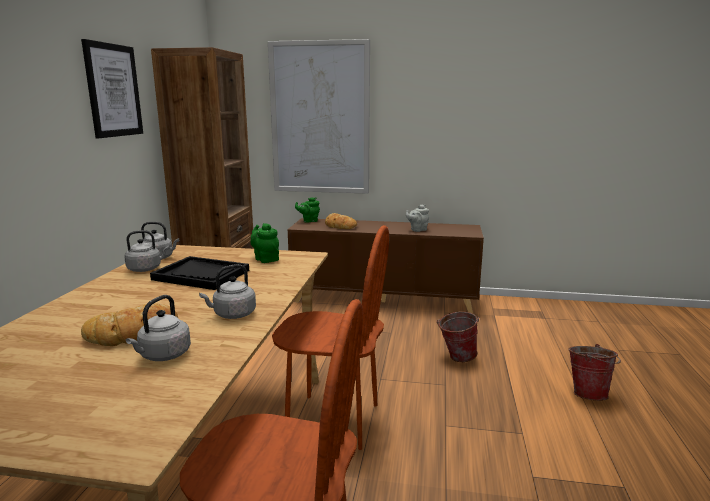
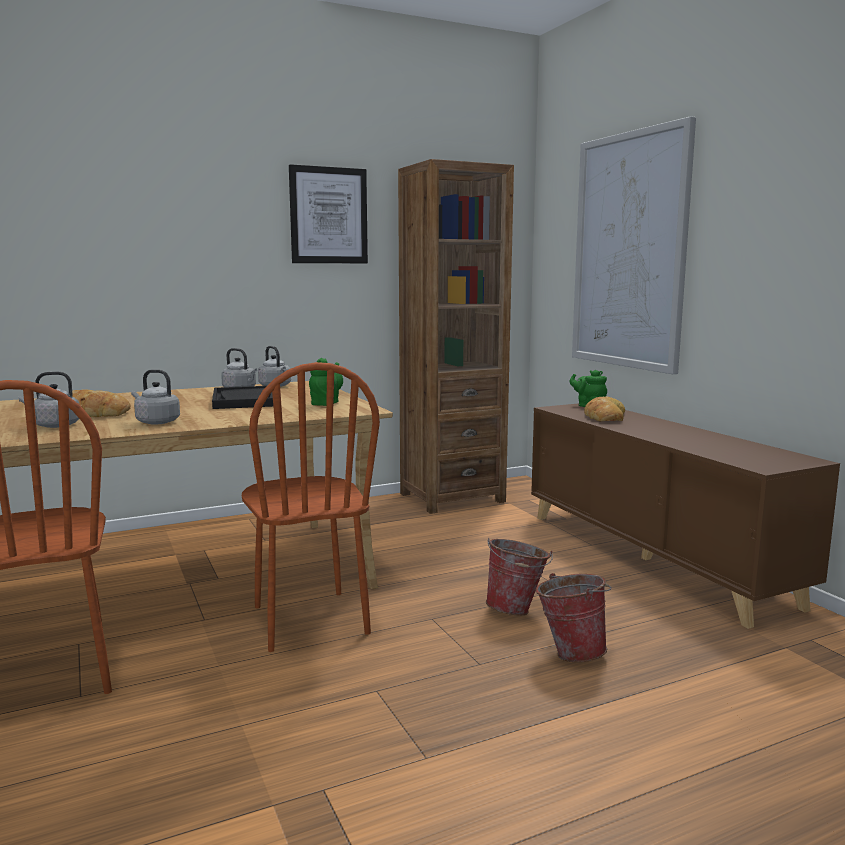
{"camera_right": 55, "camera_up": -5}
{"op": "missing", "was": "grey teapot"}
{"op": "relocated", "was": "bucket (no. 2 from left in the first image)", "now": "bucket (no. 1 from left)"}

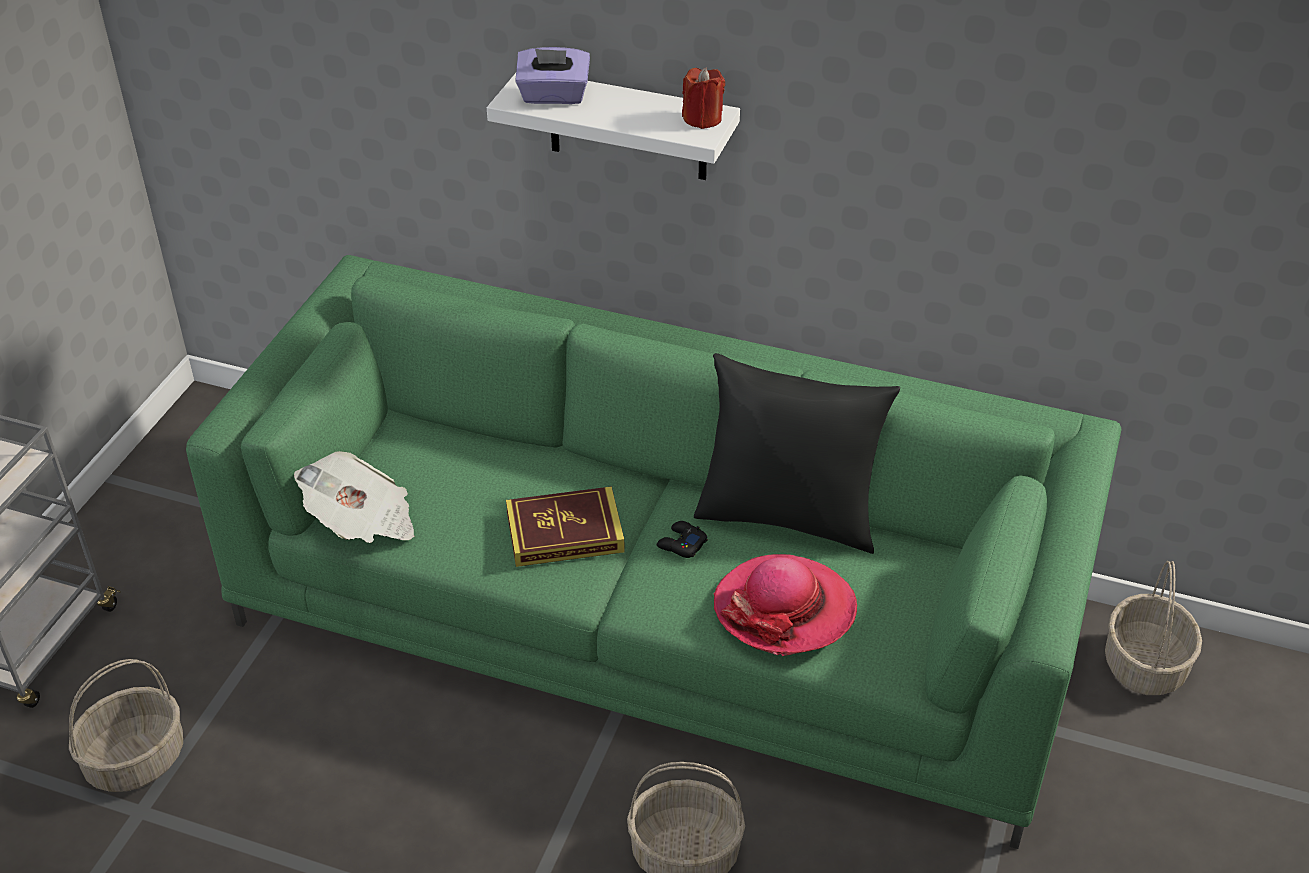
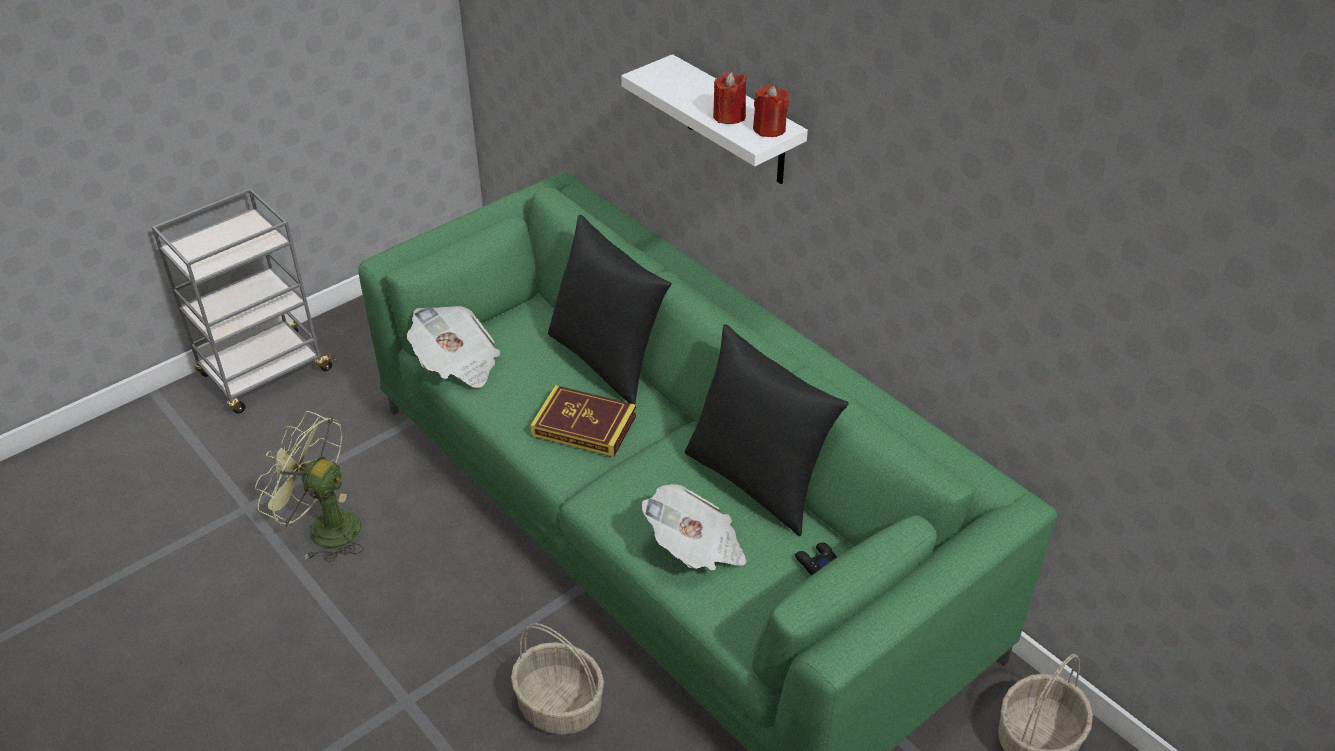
{"camera_right": 30, "camera_up": 0}
{"op": "missing", "was": "purple tissue box"}
{"op": "relocated", "was": "black game controller"}
{"op": "exchanged", "was": "hat", "now": "newspaper (no. 2 from left)"}
{"op": "missing", "was": "basket (no. 1 from left)"}
{"op": "appeared", "now": "red candle (no. 1 from left)"}
{"op": "appeared", "now": "black pillow (no. 1 from left)"}
{"op": "appeared", "now": "green fan"}

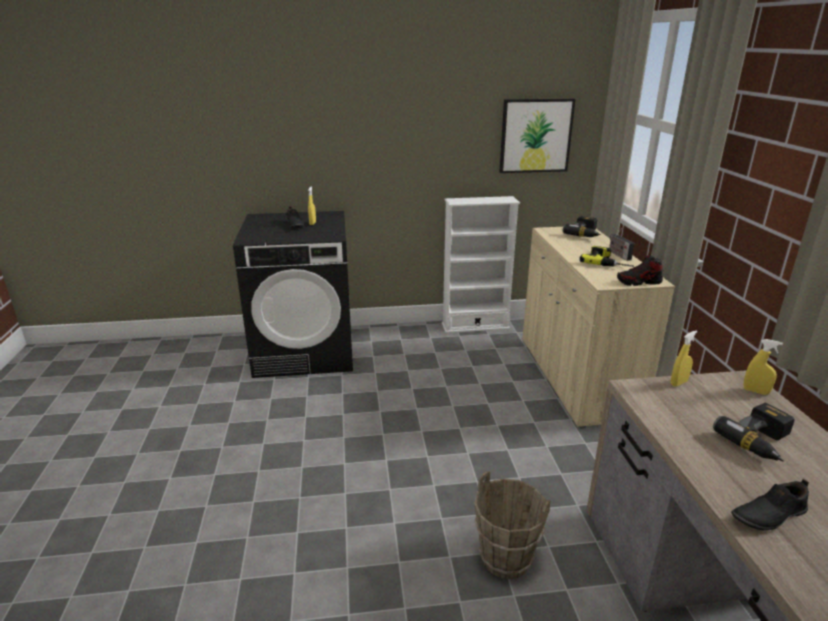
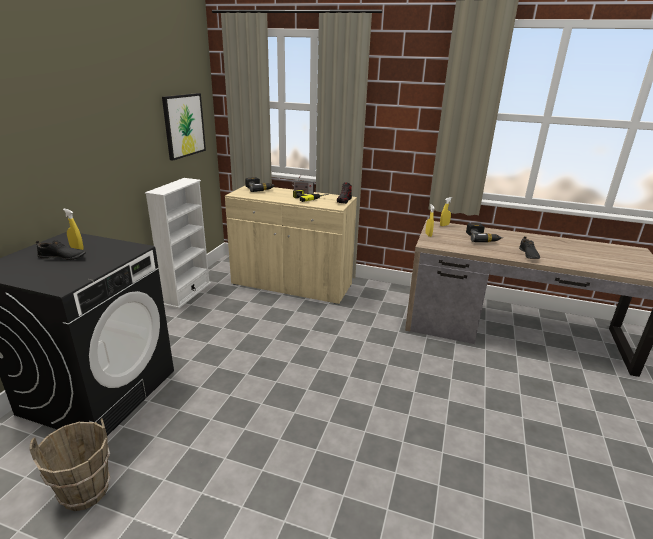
{"camera_right": -65, "camera_up": 0}
{"op": "relocated", "was": "brown bucket"}

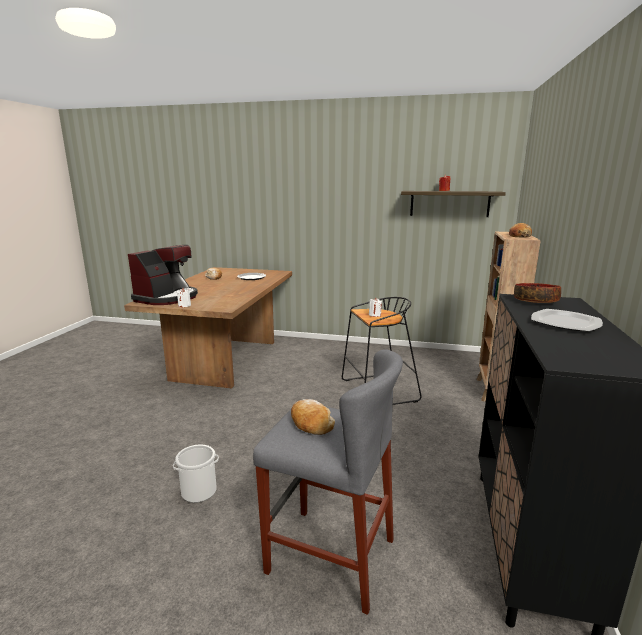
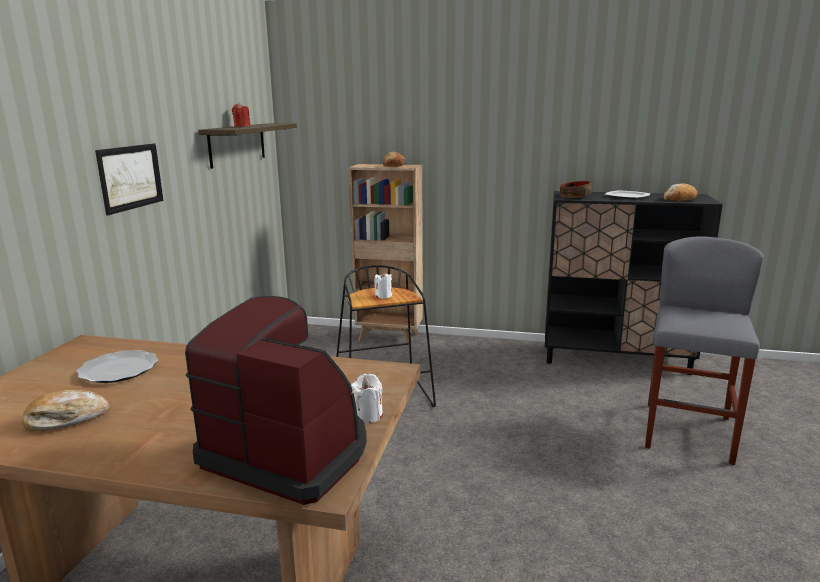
{"camera_right": -90, "camera_up": 0}
{"op": "relocated", "was": "bread (no. 2 from left in the first image)", "now": "bread (no. 3 from left)"}
{"op": "missing", "was": "bucket"}
{"op": "appeared", "now": "picture"}

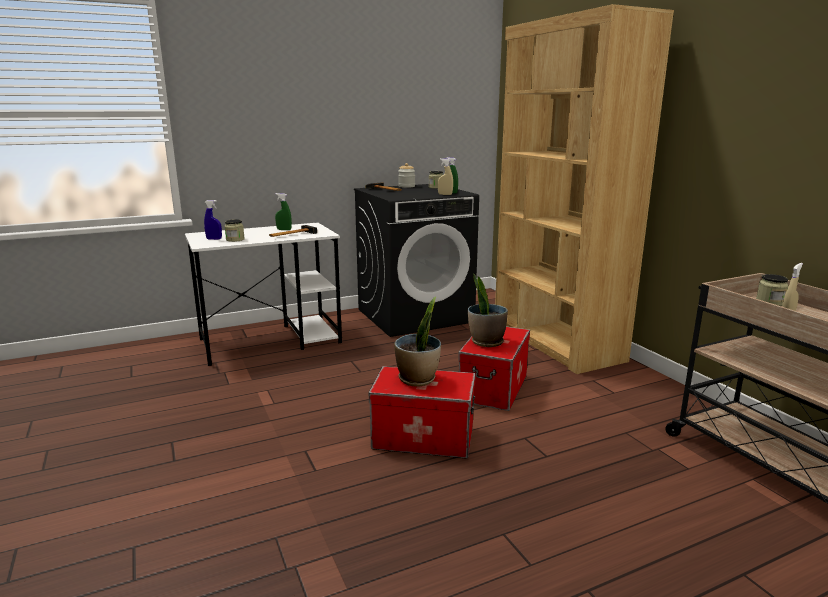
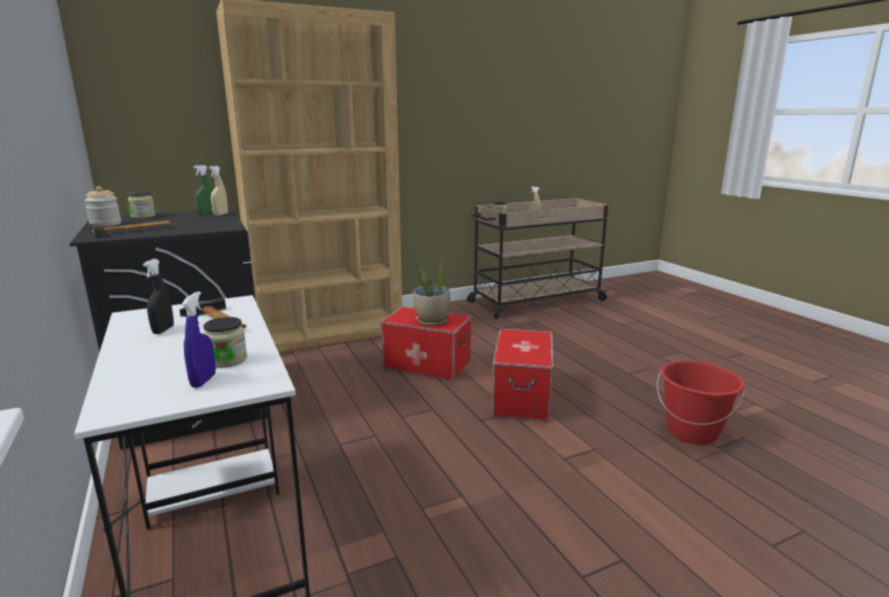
{"camera_right": -90, "camera_up": 0}
{"op": "colour", "was": "green spray bottle (no. 1 from left)", "now": "black spray bottle"}
{"op": "missing", "was": "potted plant (no. 1 from left)"}
{"op": "appeared", "now": "red bucket"}

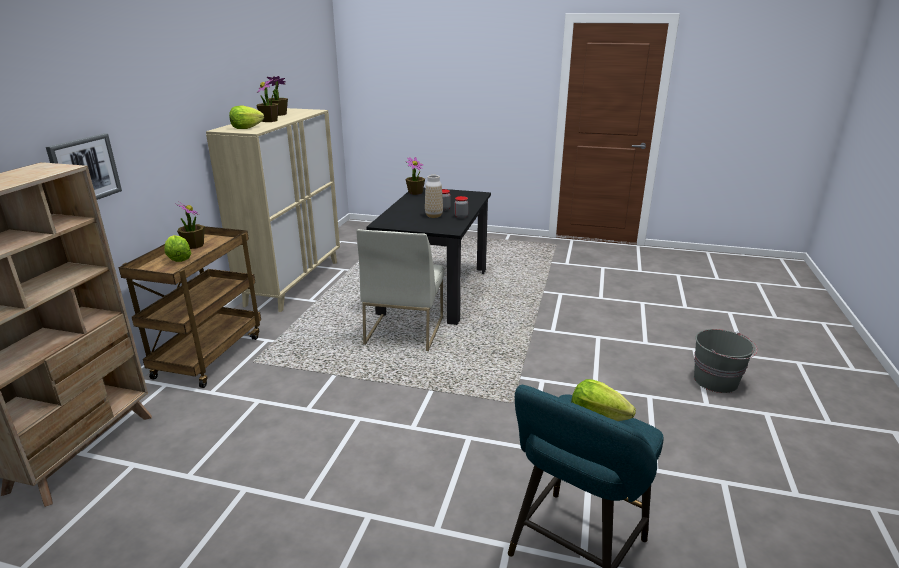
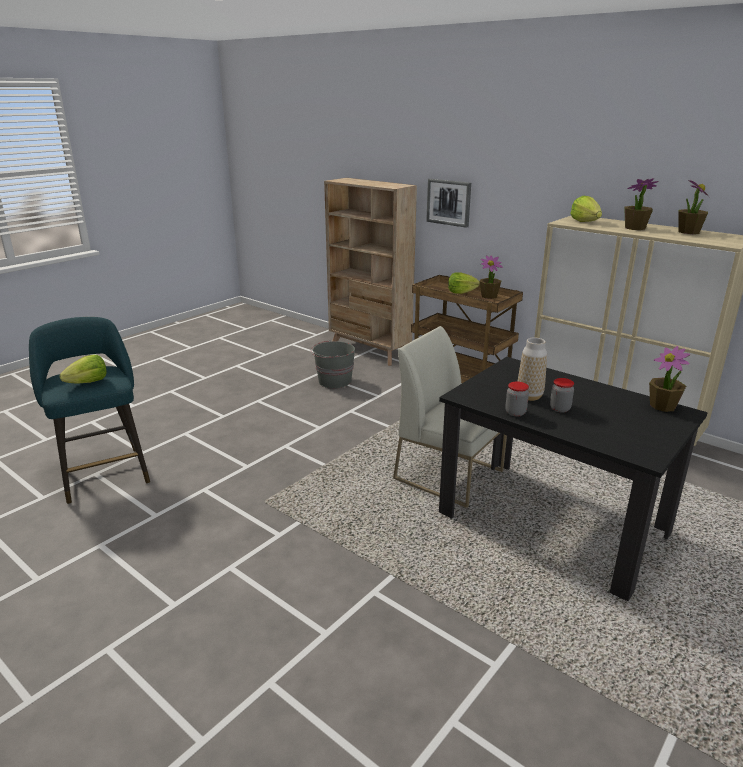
{"camera_right": 115, "camera_up": 0}
{"op": "relocated", "was": "grey bucket"}

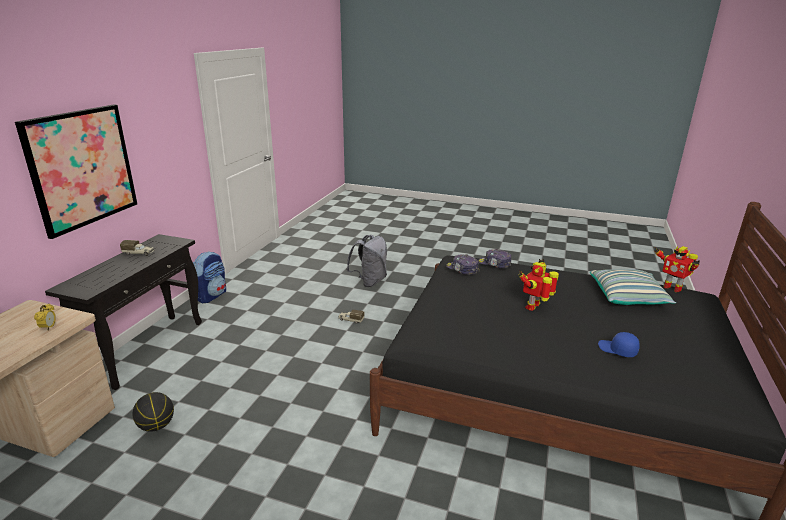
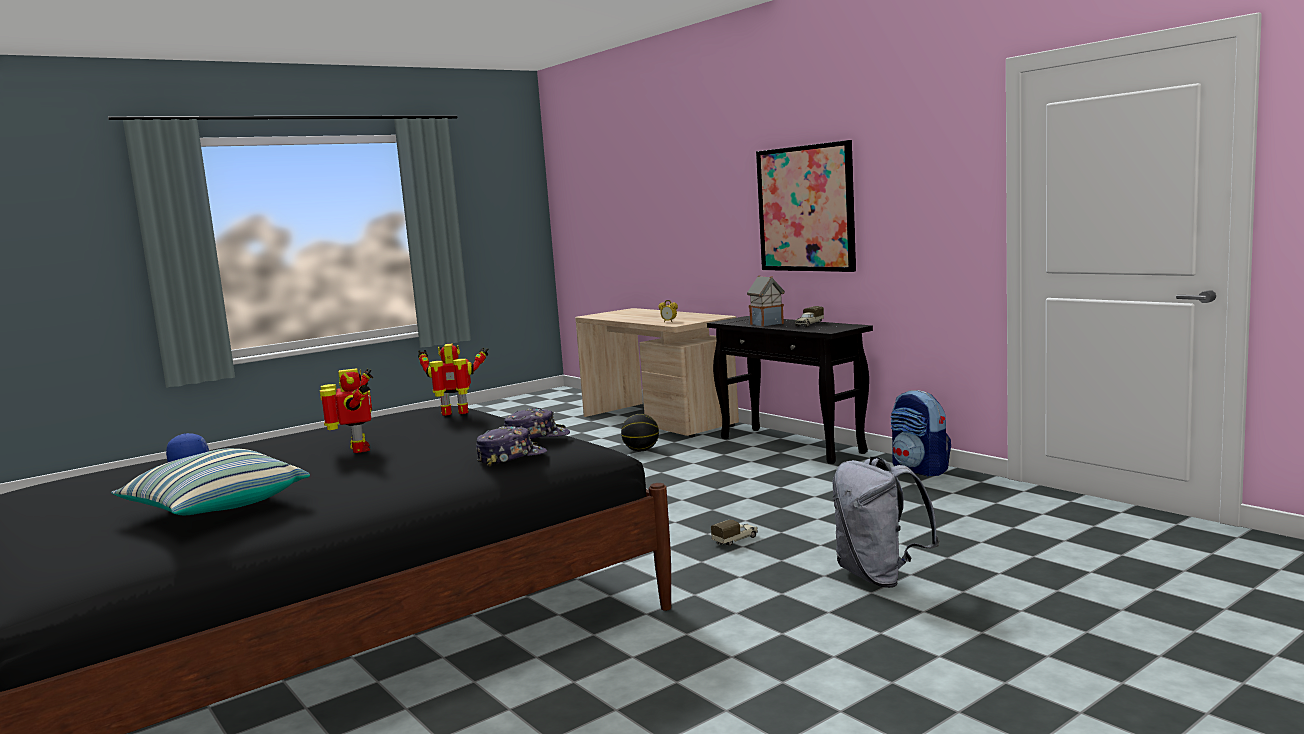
{"camera_right": 125, "camera_up": -15}
{"op": "relocated", "was": "toy robot (no. 2 from left)"}
{"op": "appeared", "now": "toy house"}

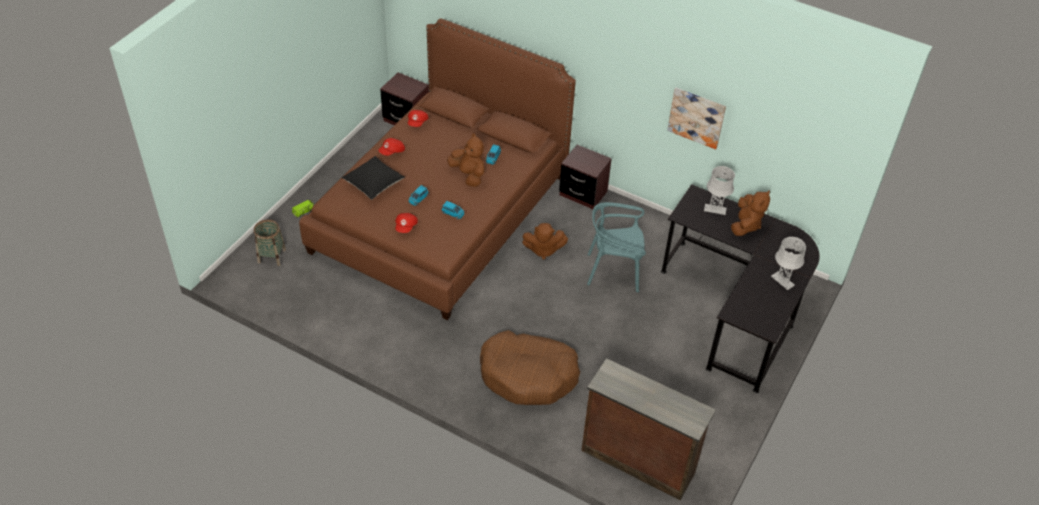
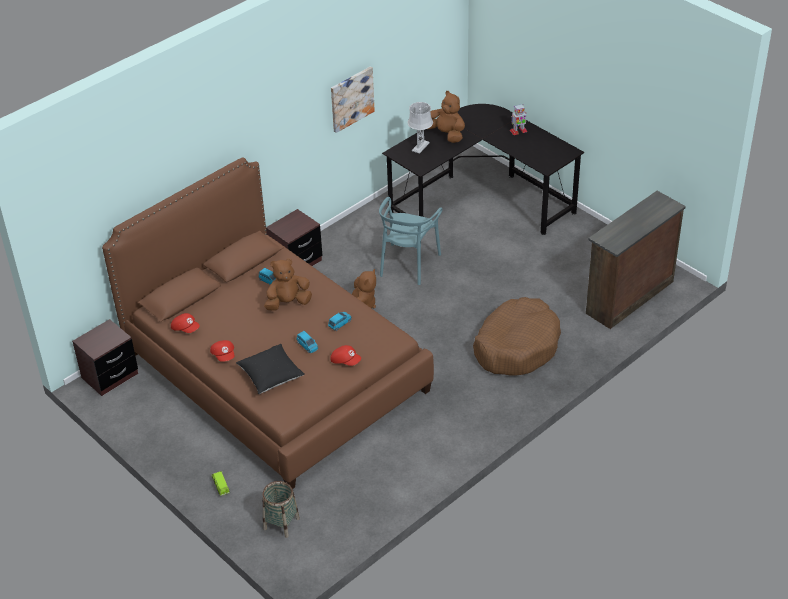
{"camera_right": -70, "camera_up": -5}
{"op": "exchanged", "was": "grey table lamp (no. 2 from left)", "now": "toy robot"}

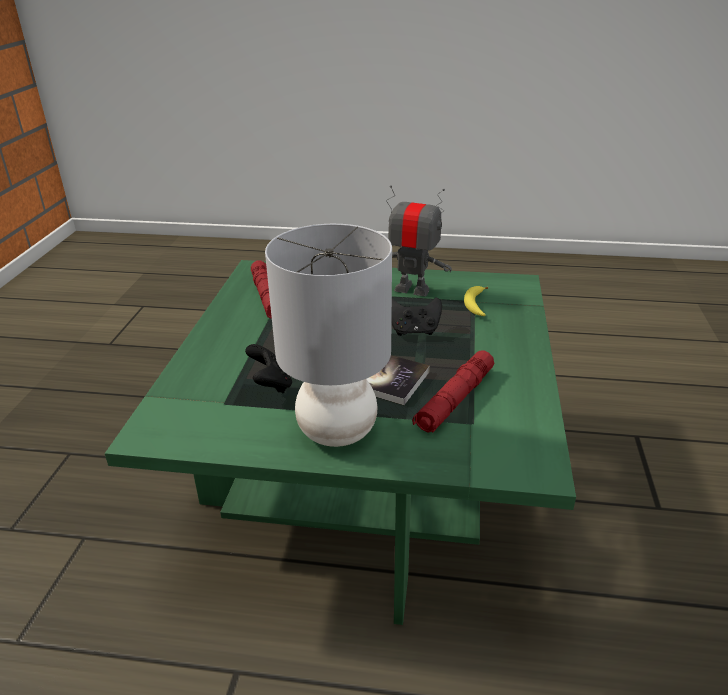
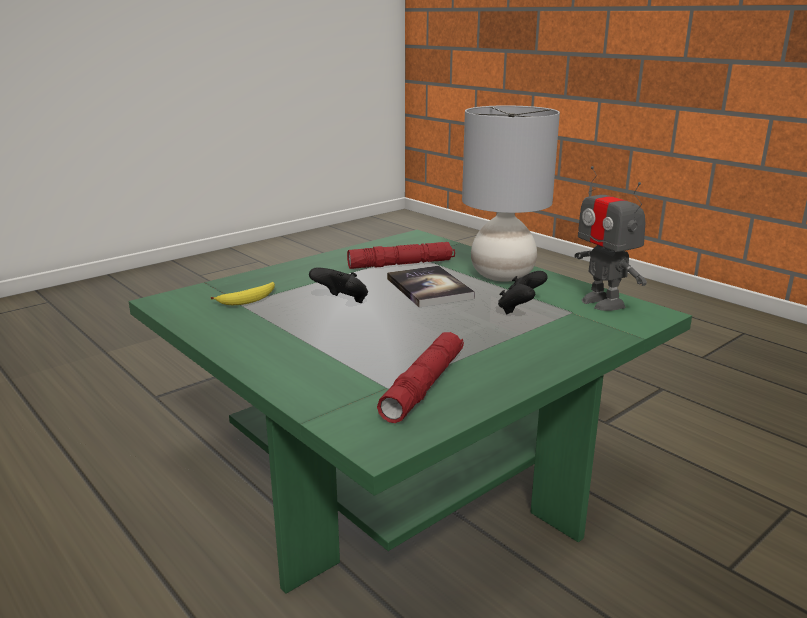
{"camera_right": -140, "camera_up": -10}
{"op": "relocated", "was": "toy robot"}

